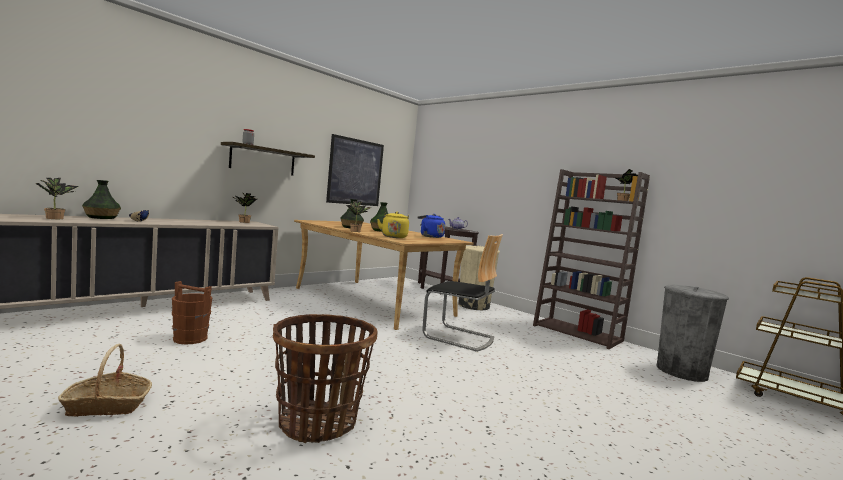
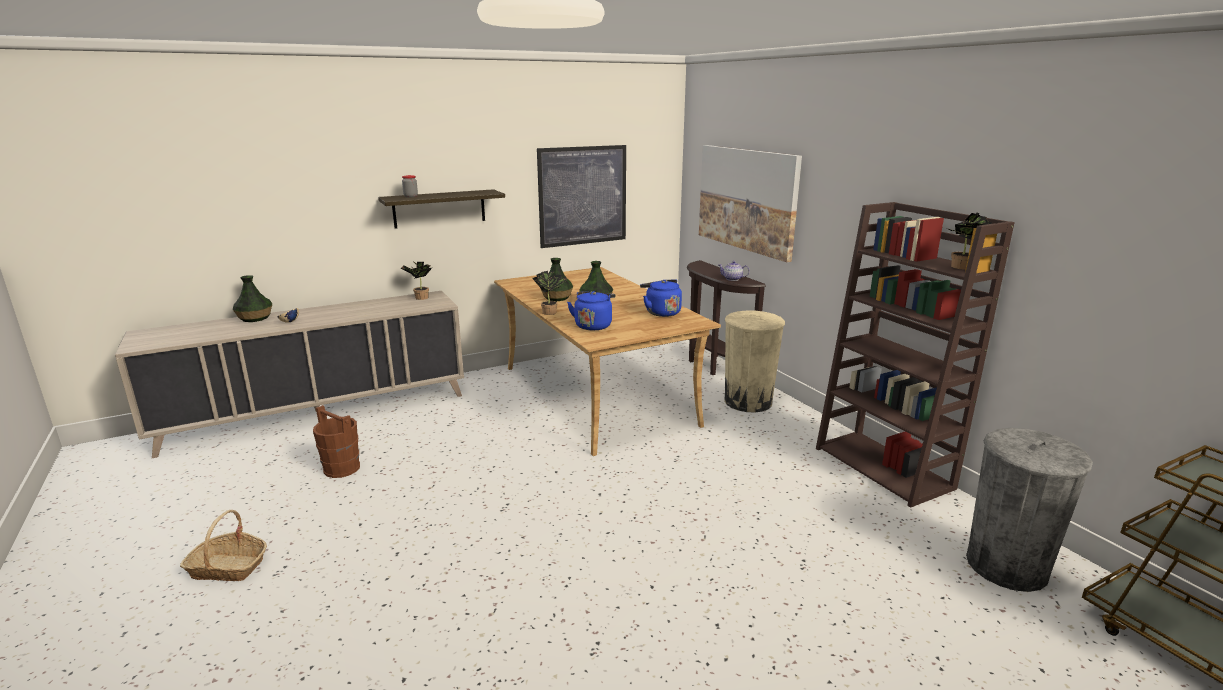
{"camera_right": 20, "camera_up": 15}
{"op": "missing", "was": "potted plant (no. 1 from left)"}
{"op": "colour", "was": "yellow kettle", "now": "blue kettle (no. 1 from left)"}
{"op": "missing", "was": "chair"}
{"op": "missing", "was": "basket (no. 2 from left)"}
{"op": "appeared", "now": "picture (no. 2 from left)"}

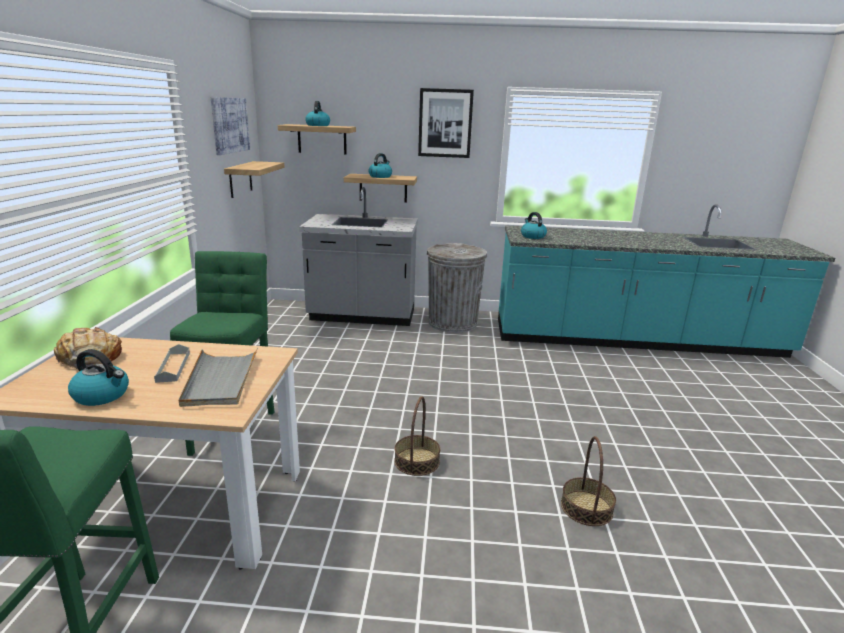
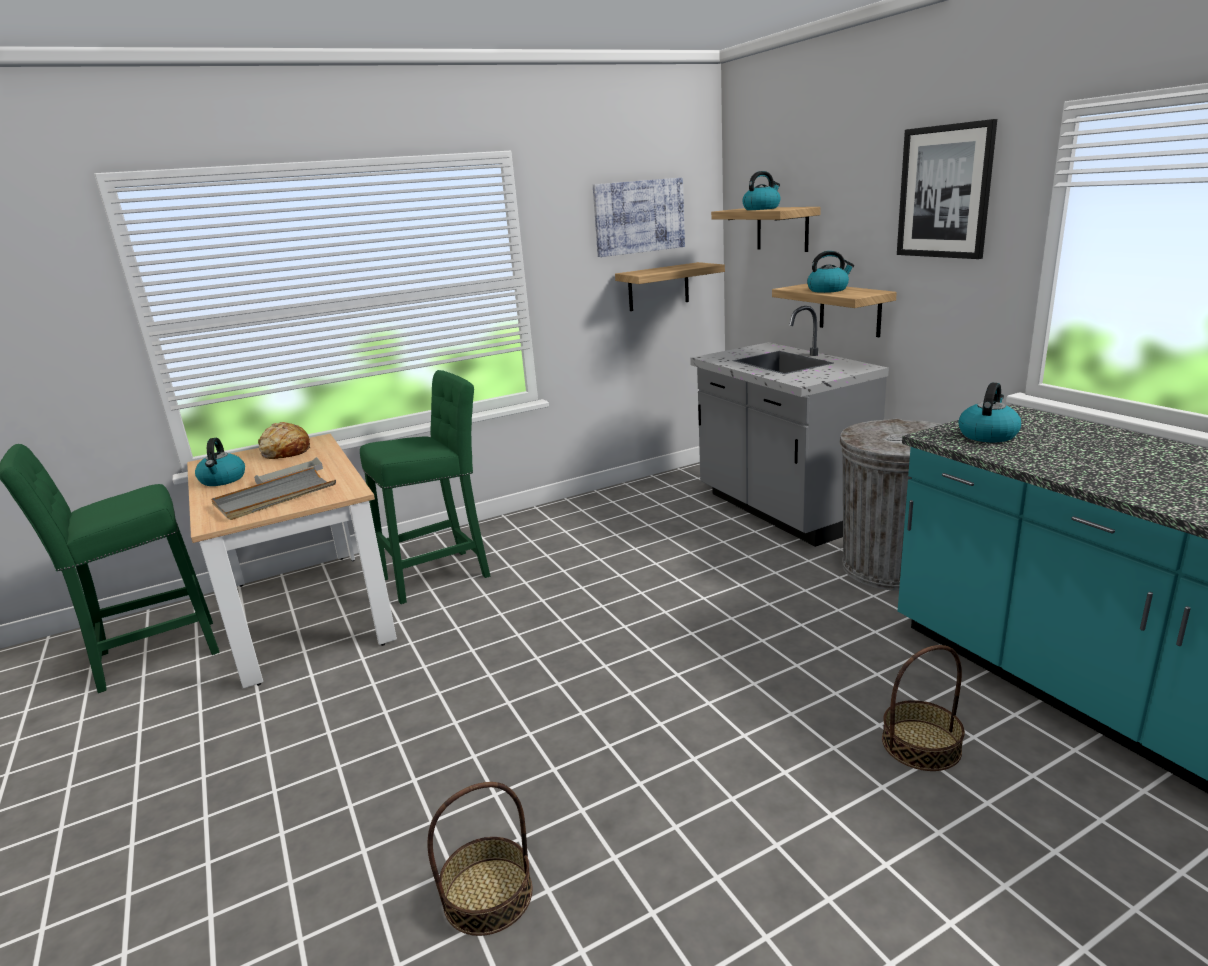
{"camera_right": 60, "camera_up": 0}
{"op": "relocated", "was": "basket (no. 1 from left in the first image)", "now": "basket (no. 2 from left)"}

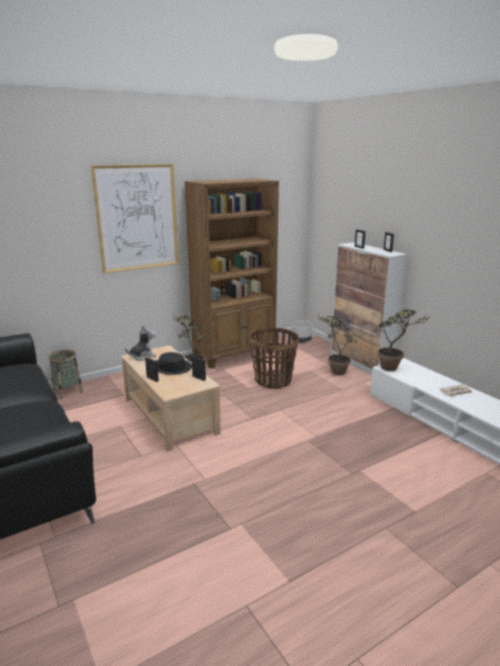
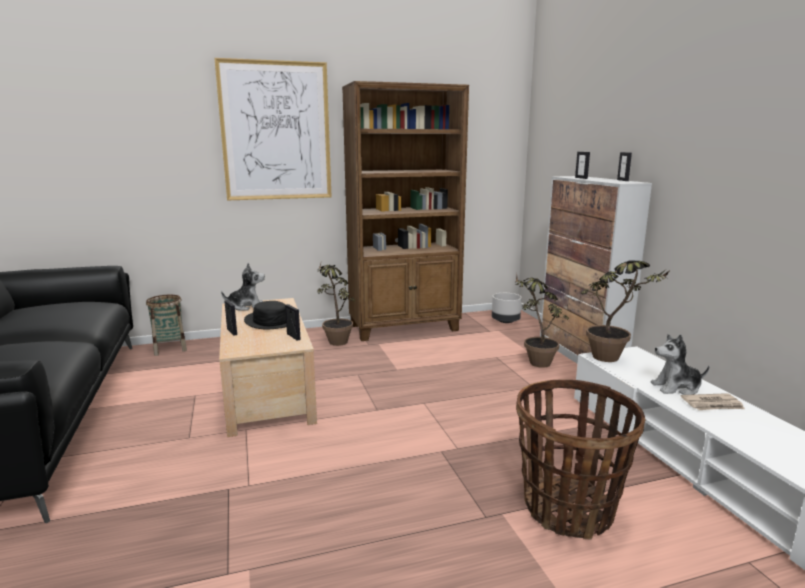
{"camera_right": 15, "camera_up": -5}
{"op": "relocated", "was": "basket (no. 2 from left)"}
{"op": "appeared", "now": "plush toy (no. 2 from left)"}

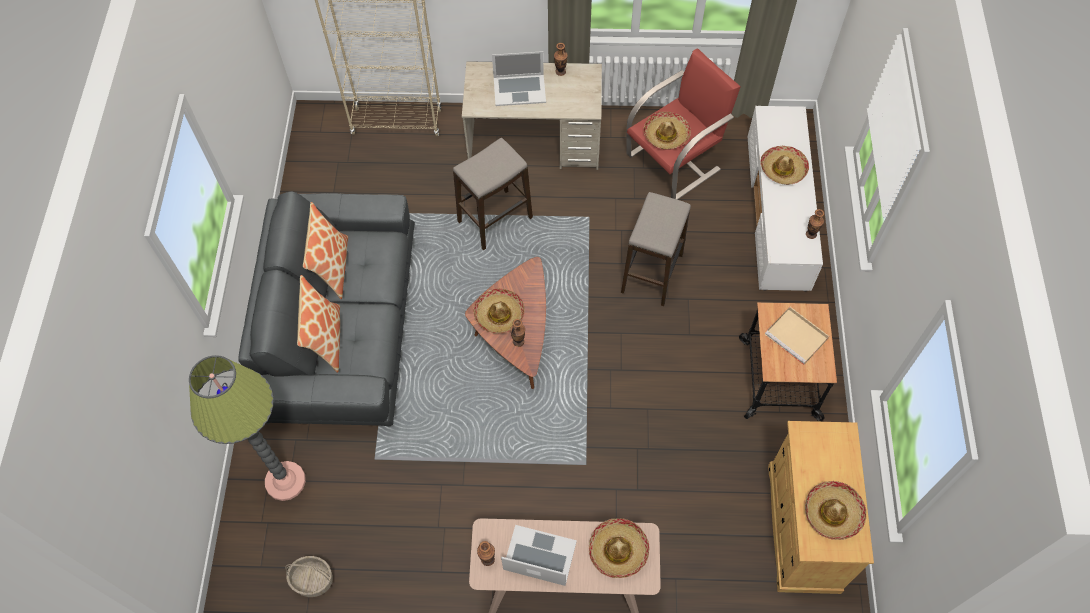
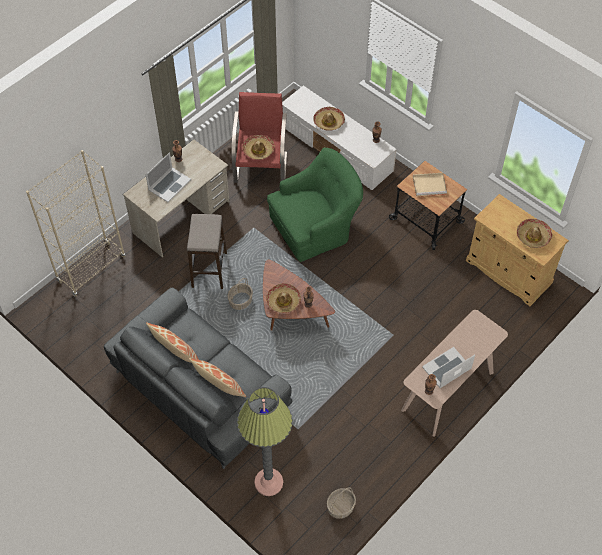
{"camera_right": -50, "camera_up": -5}
{"op": "exchanged", "was": "stool (no. 2 from left)", "now": "green armchair"}
{"op": "missing", "was": "hat (no. 2 from left)"}
{"op": "appeared", "now": "basket (no. 1 from left)"}

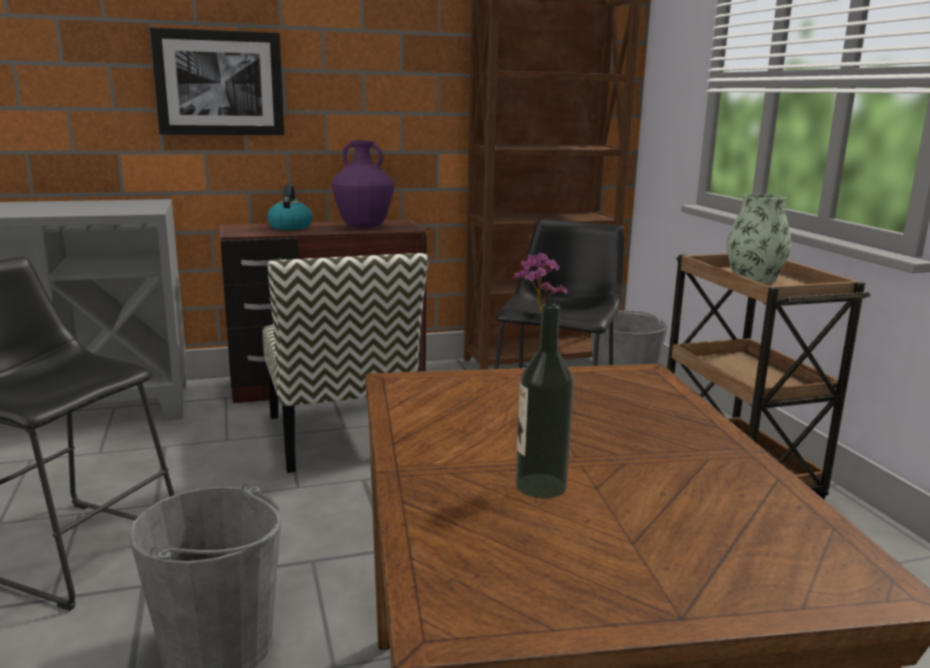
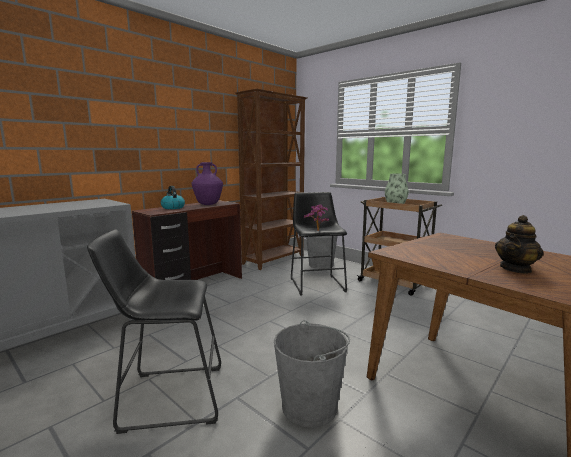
{"camera_right": -30, "camera_up": -5}
{"op": "missing", "was": "picture"}
{"op": "missing", "was": "chair"}
{"op": "exchanged", "was": "bottle", "now": "teapot"}

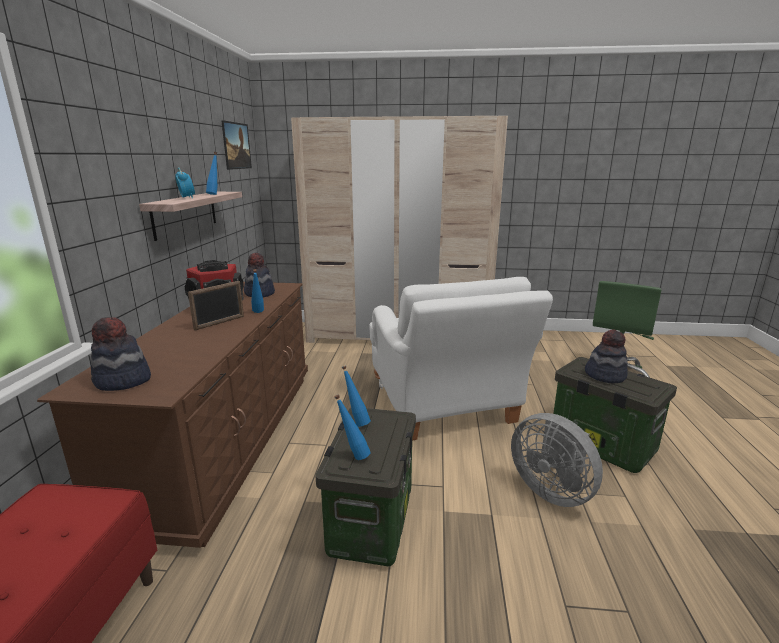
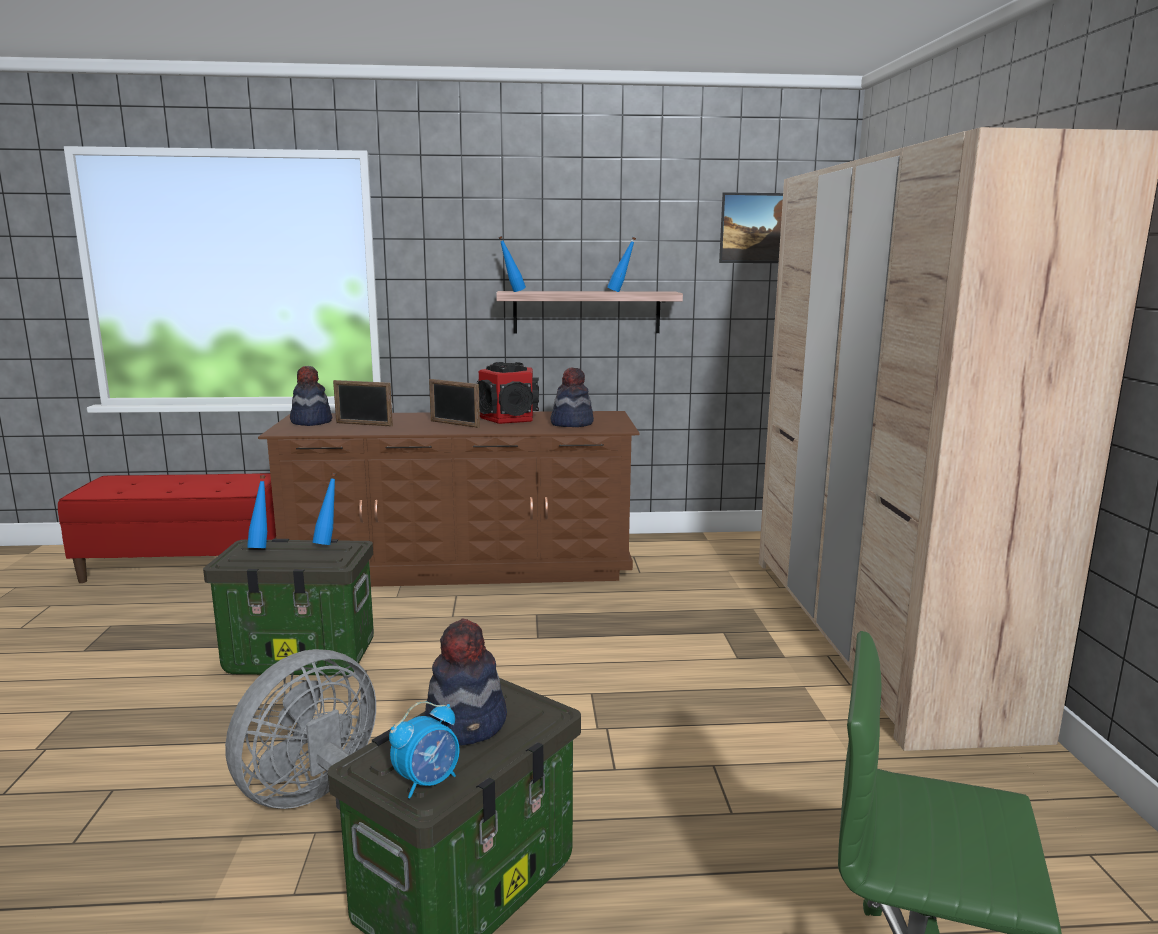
{"camera_right": 80, "camera_up": -5}
{"op": "relocated", "was": "alarm clock"}
{"op": "relocated", "was": "blue bottle (no. 2 from left in the first image)", "now": "blue bottle (no. 3 from left)"}
{"op": "missing", "was": "white armchair"}
{"op": "appeared", "now": "picture frame (no. 1 from left)"}

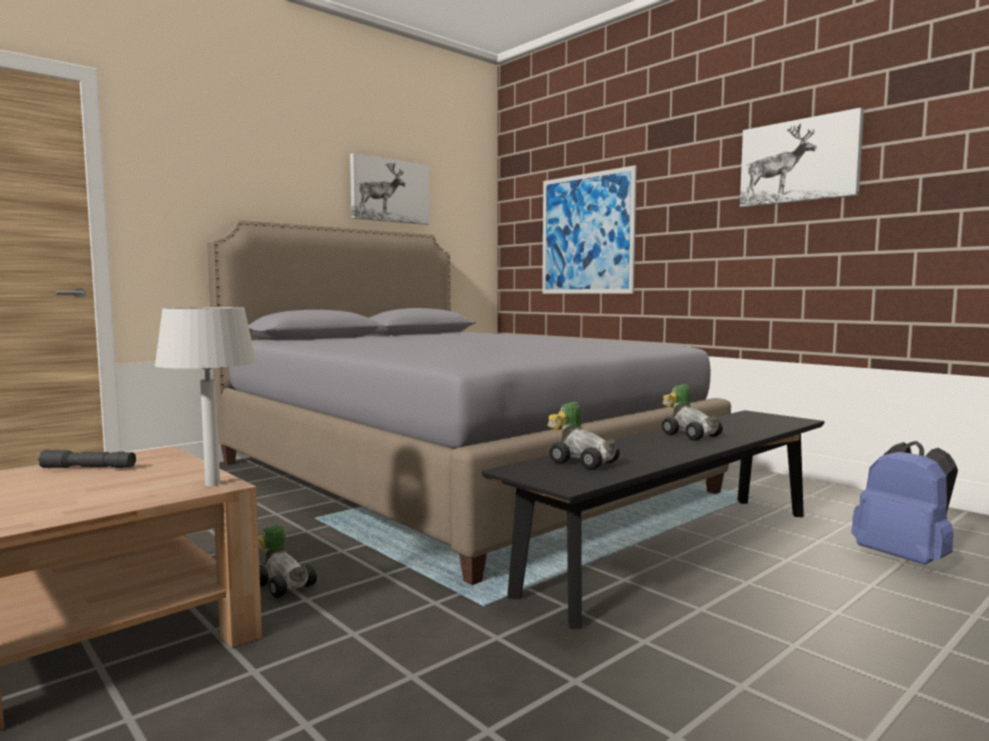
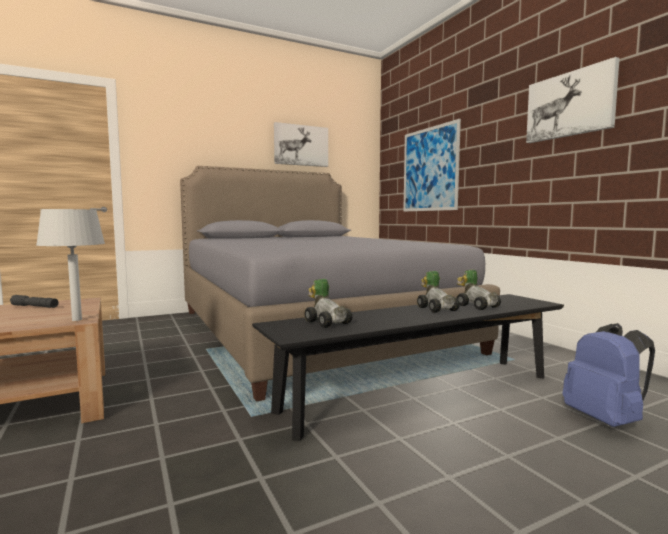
{"camera_right": 15, "camera_up": 0}
{"op": "relocated", "was": "toy car (no. 1 from left in the first image)", "now": "toy car (no. 3 from left)"}

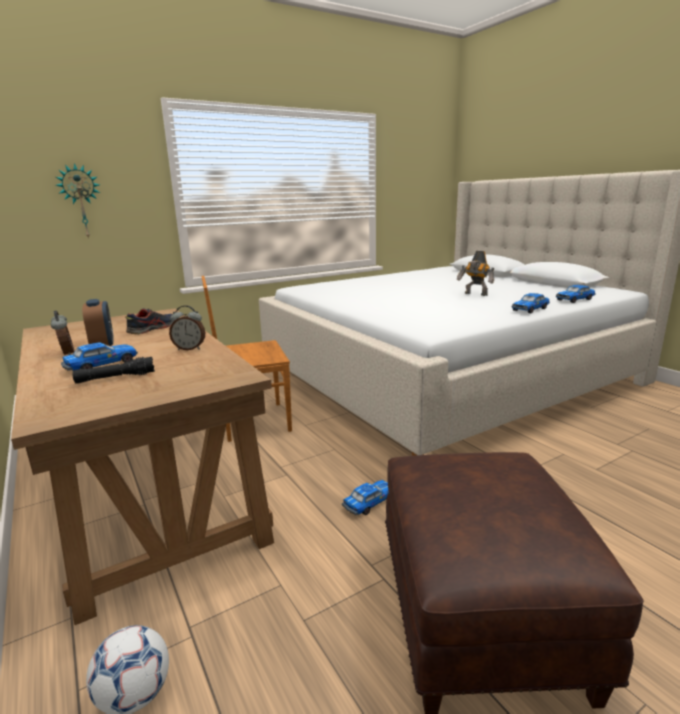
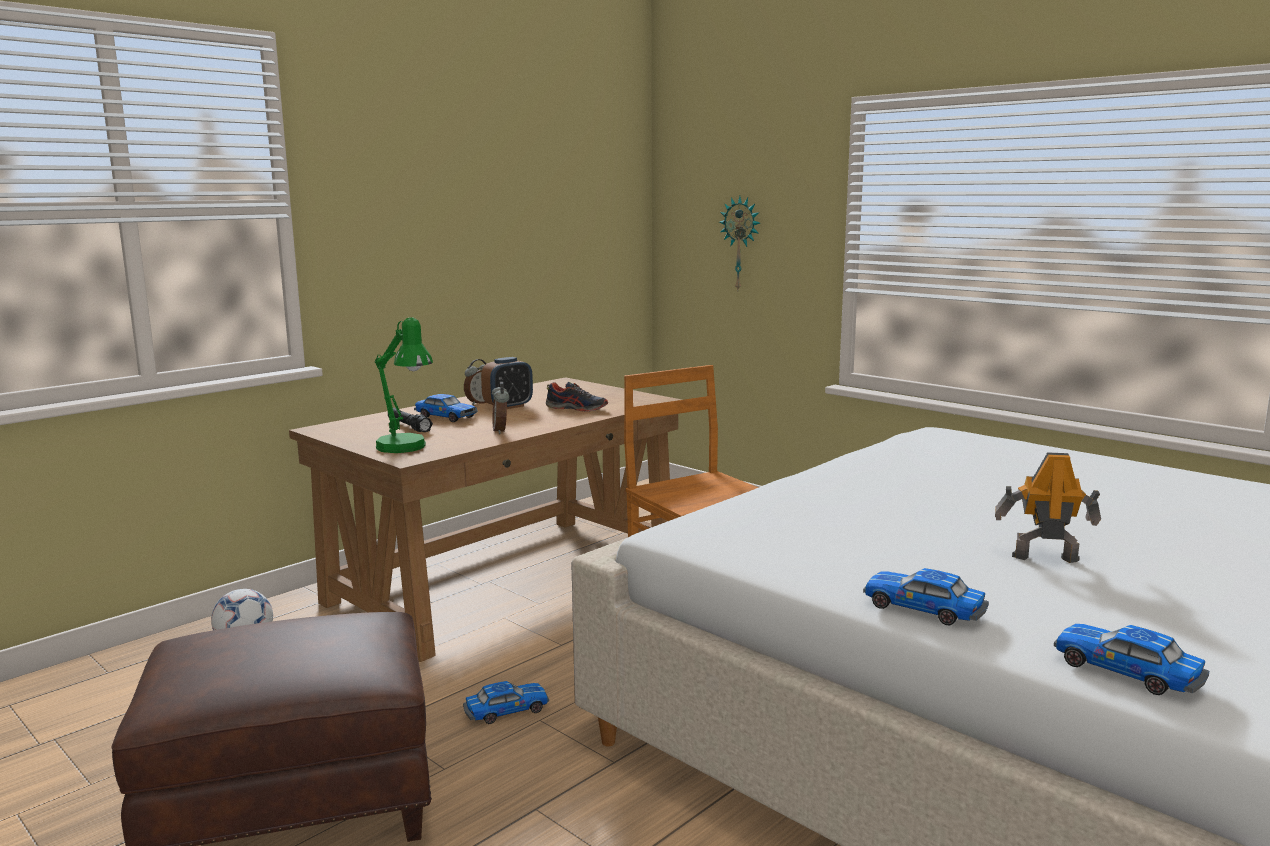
{"camera_right": 75, "camera_up": -5}
{"op": "spun", "was": "toy robot", "clockwise": 75}
{"op": "spun", "was": "toy car (no. 2 from left)", "clockwise": -60}
{"op": "appeared", "now": "green table lamp"}

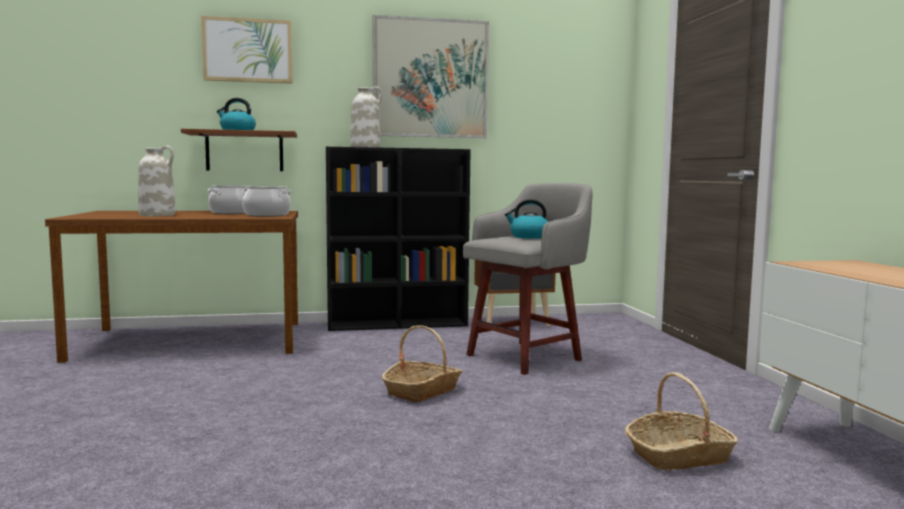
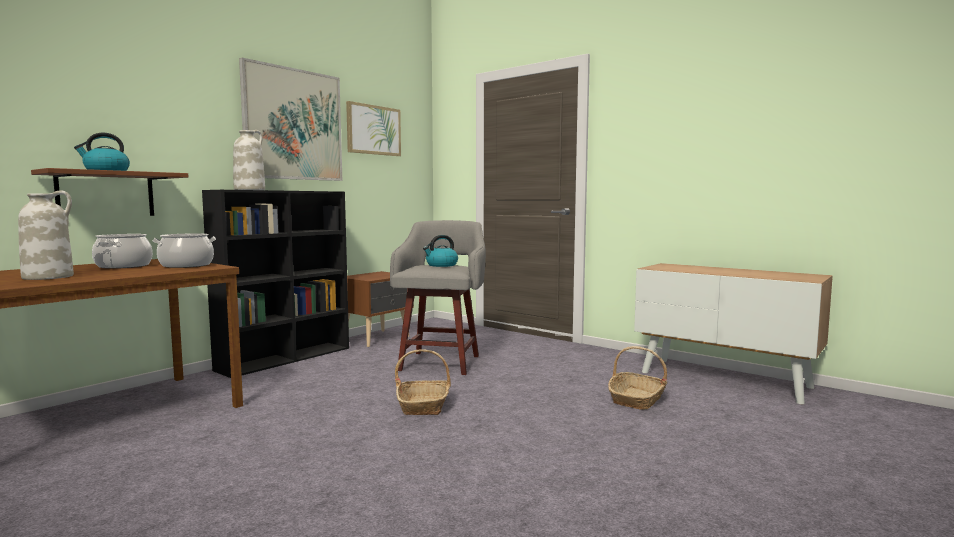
{"camera_right": -40, "camera_up": 0}
{"op": "relocated", "was": "picture (no. 1 from left in the first image)", "now": "picture (no. 2 from left)"}

